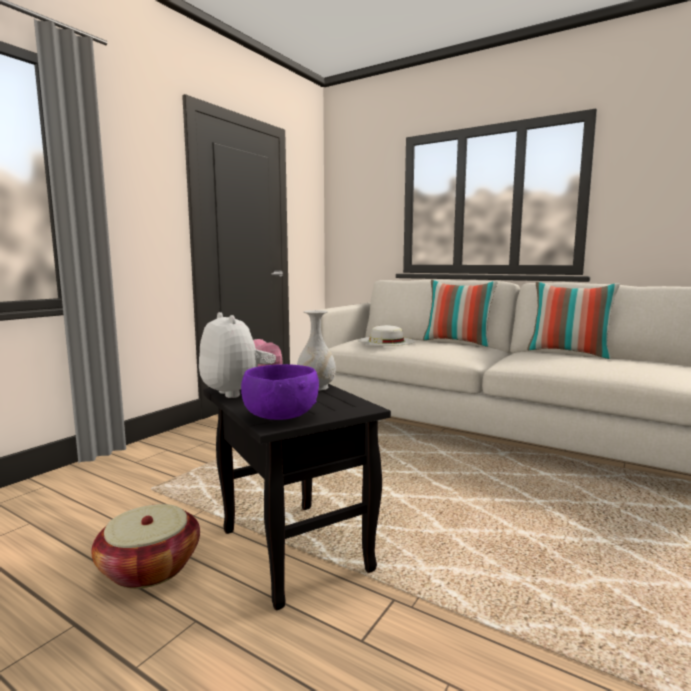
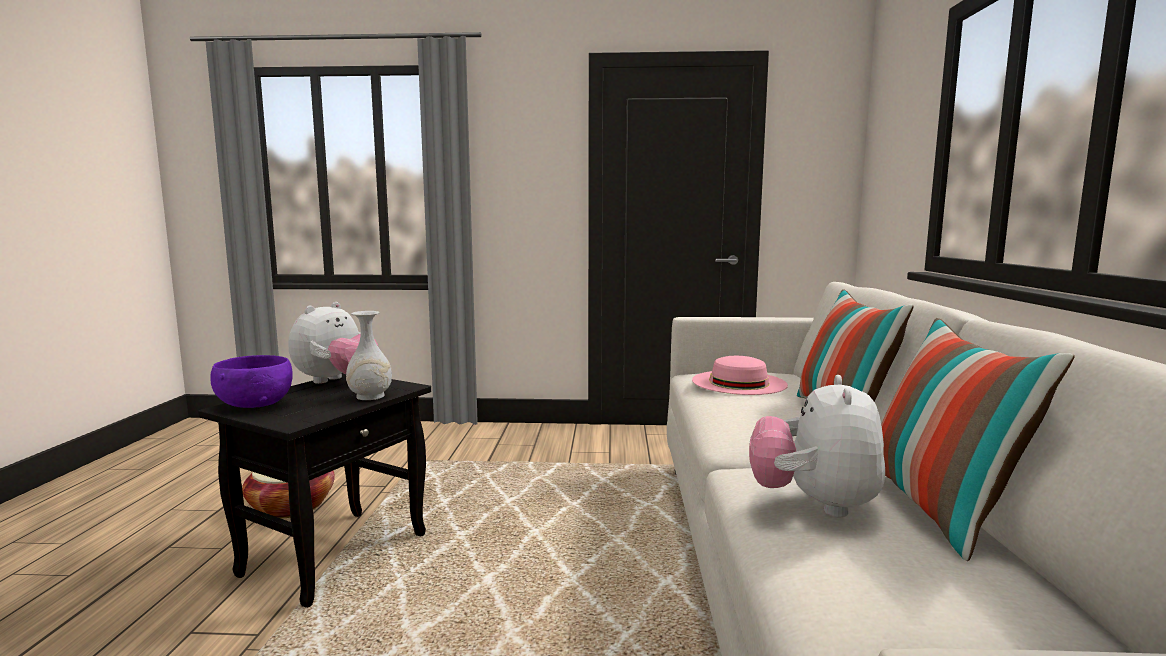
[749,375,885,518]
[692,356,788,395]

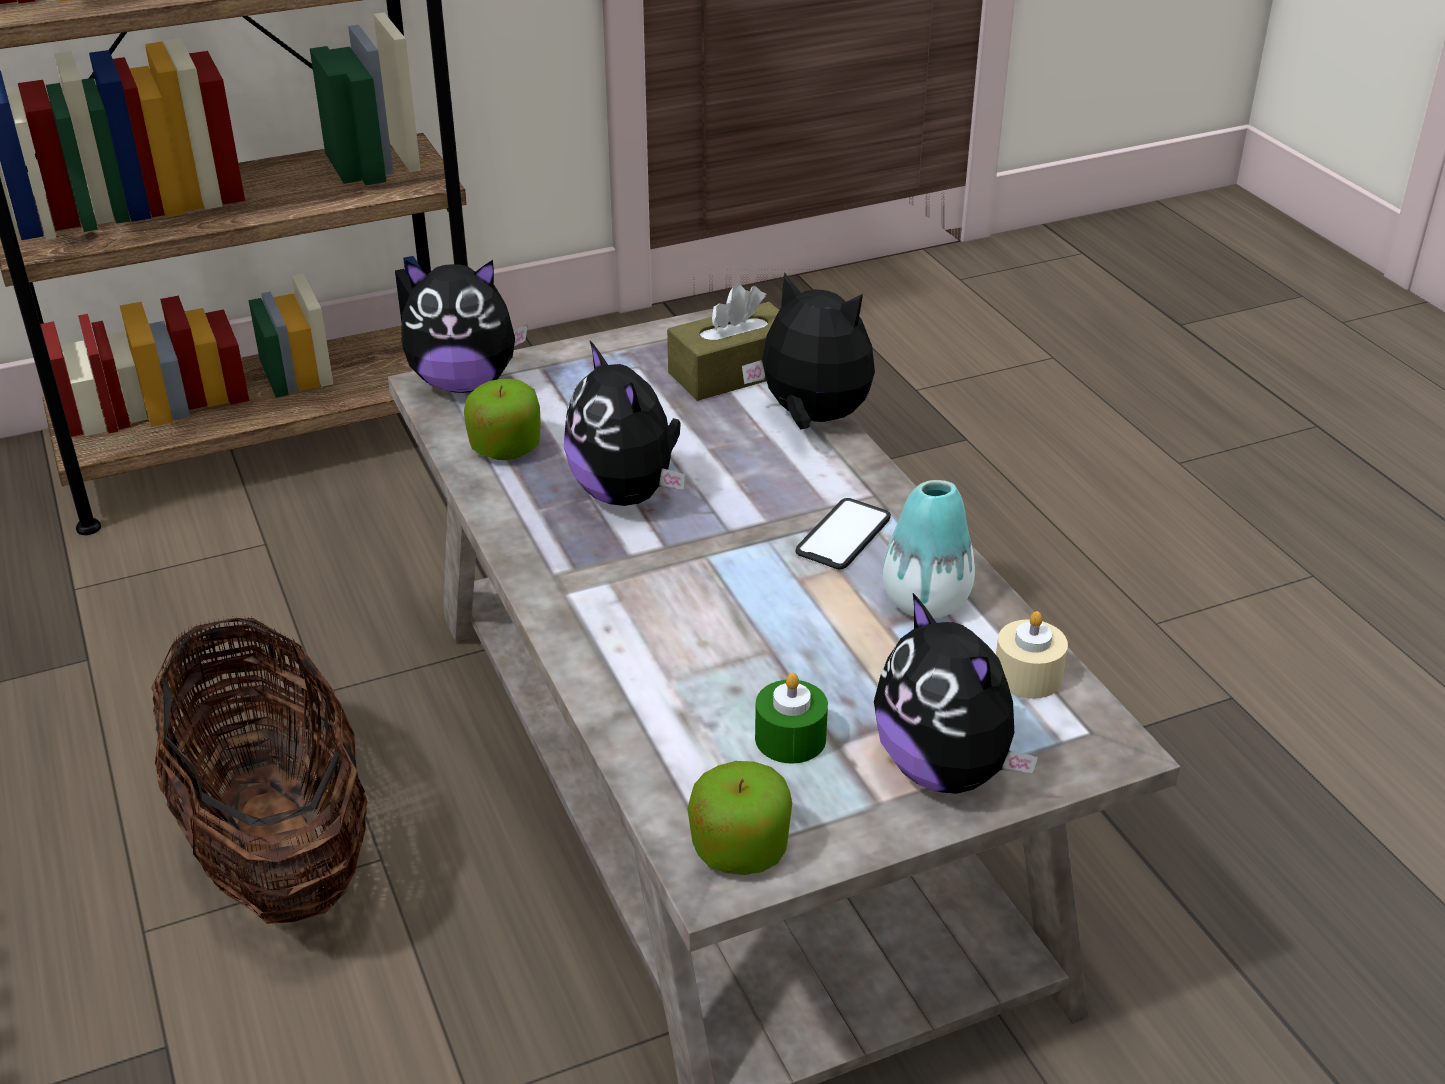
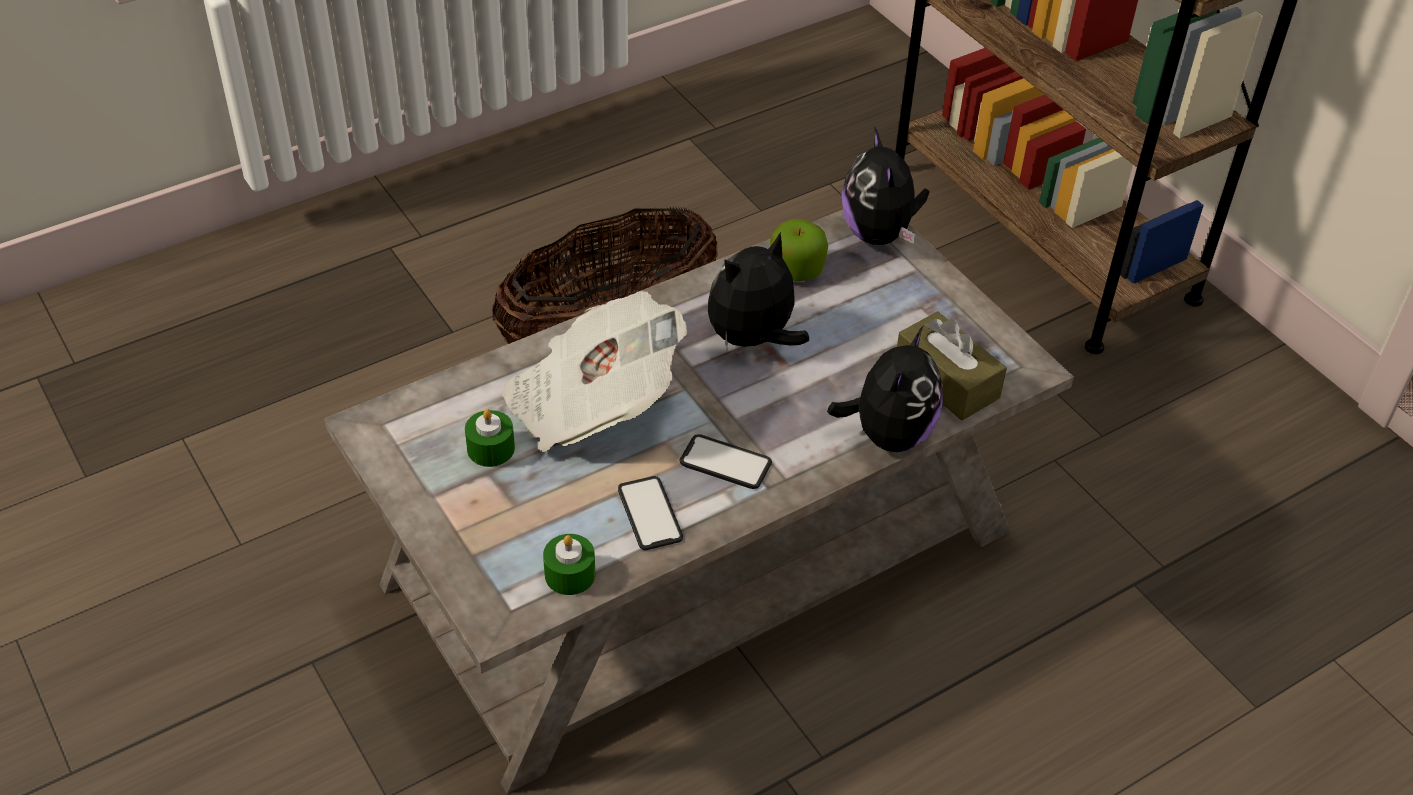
[687,761,792,875] (first image)
[874,593,1038,794] (first image)
[502,291,687,452]
[618,476,683,550]
[543,534,595,595]

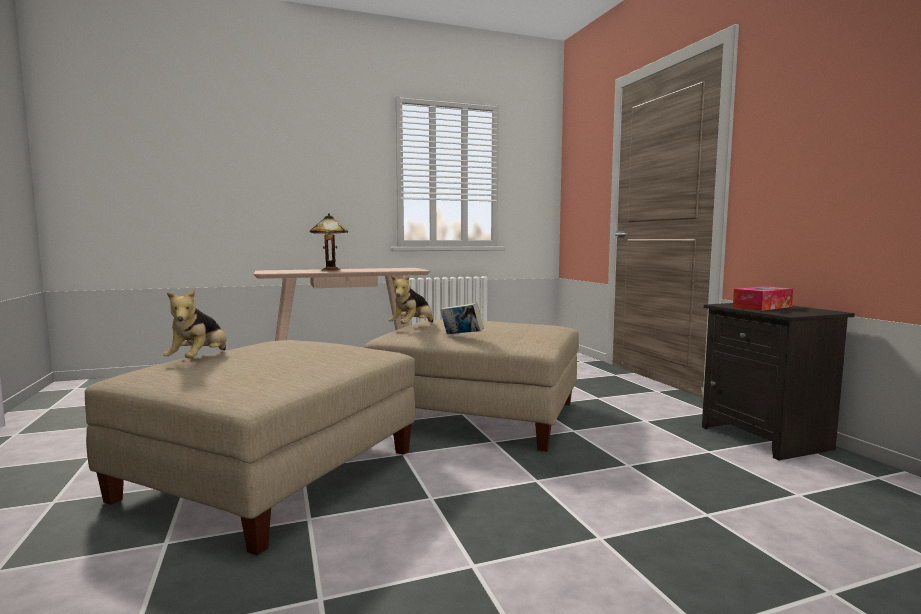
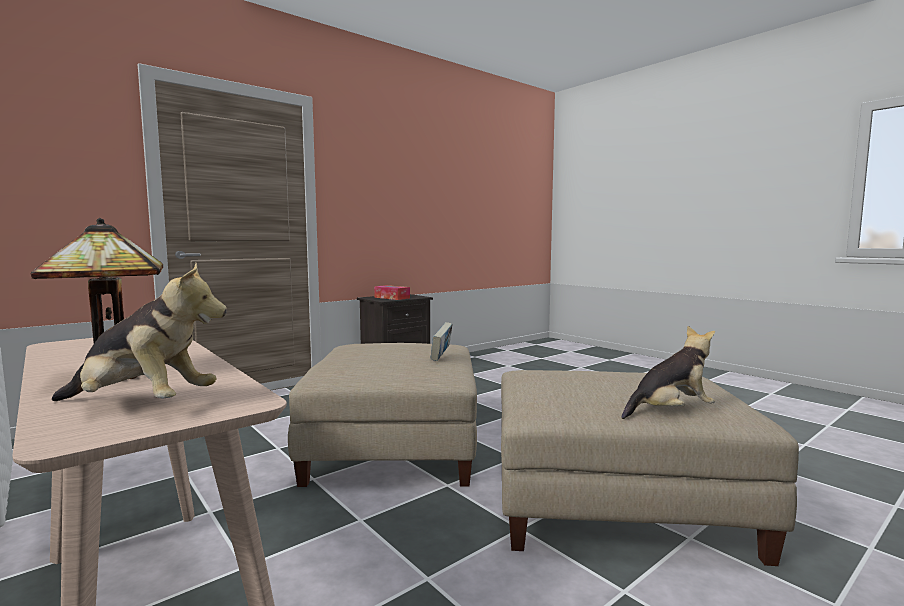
[52,263,227,401]

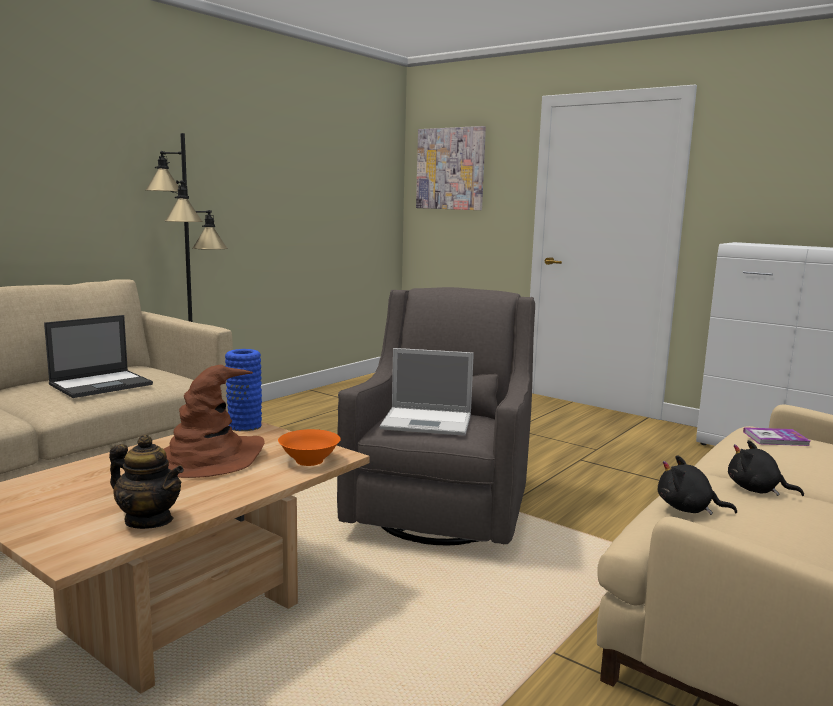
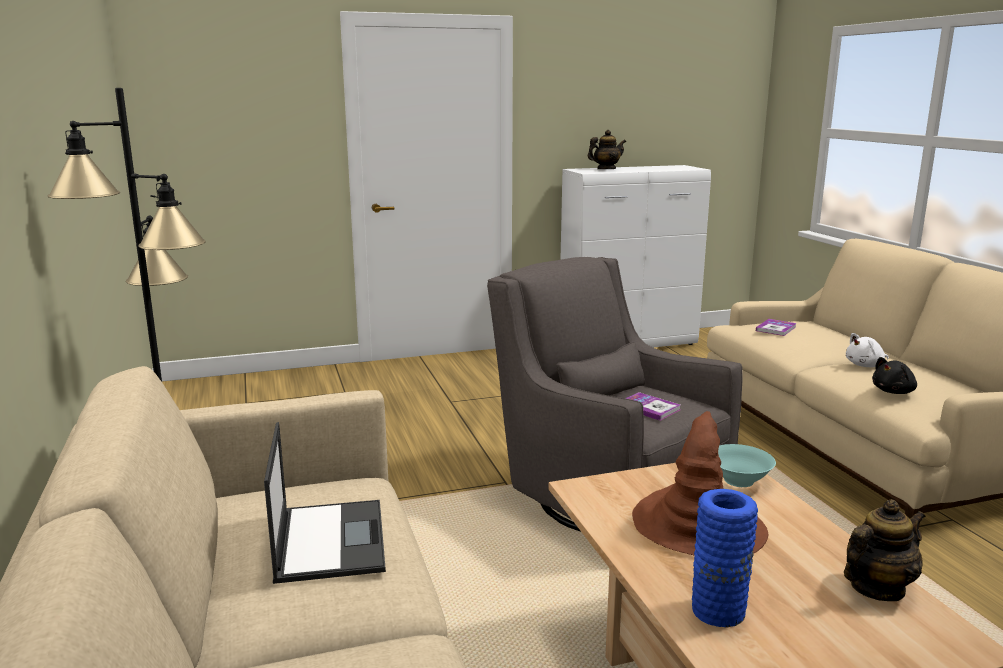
[416,126,486,210] (first image)
[588,130,626,169]
[692,489,758,627]
[625,392,680,421]
[718,444,776,487]
[846,333,889,367]

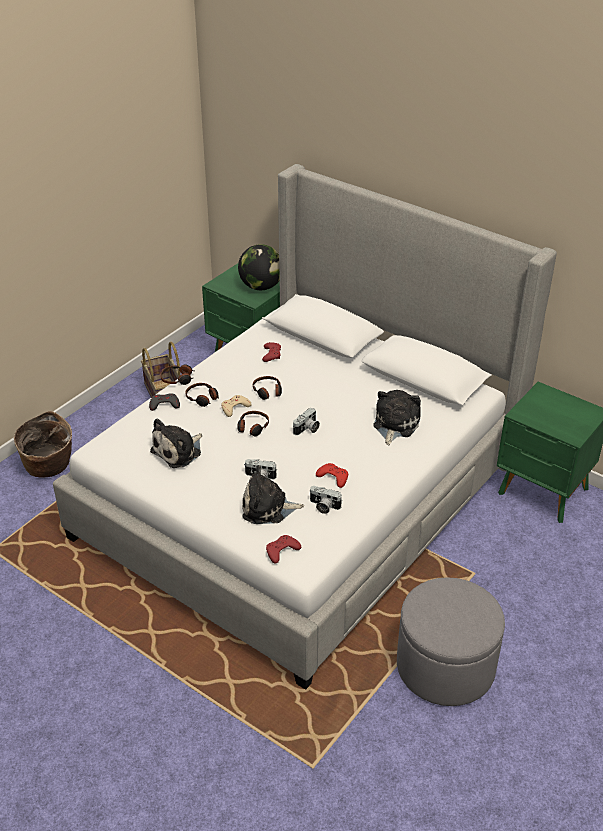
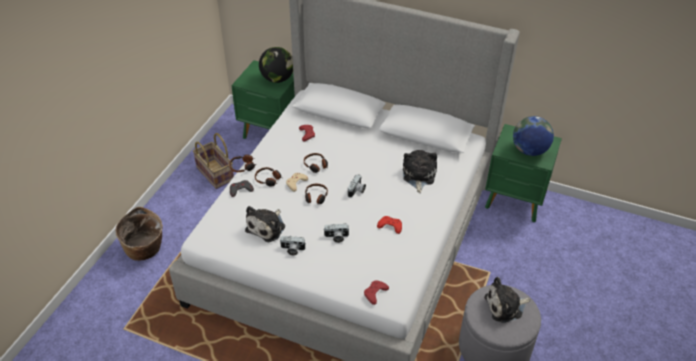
[513,116,554,156]
[484,277,531,323]
[280,236,306,256]

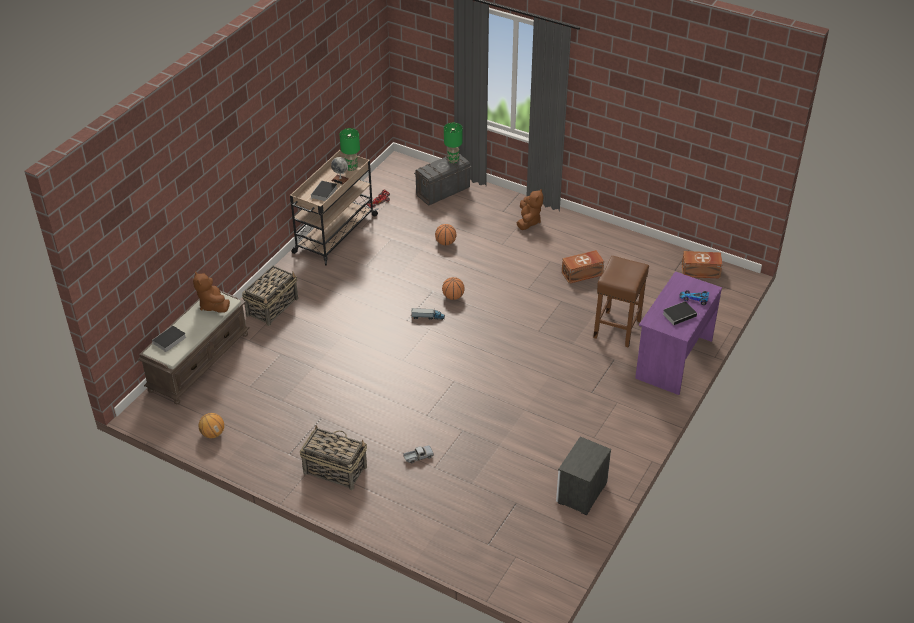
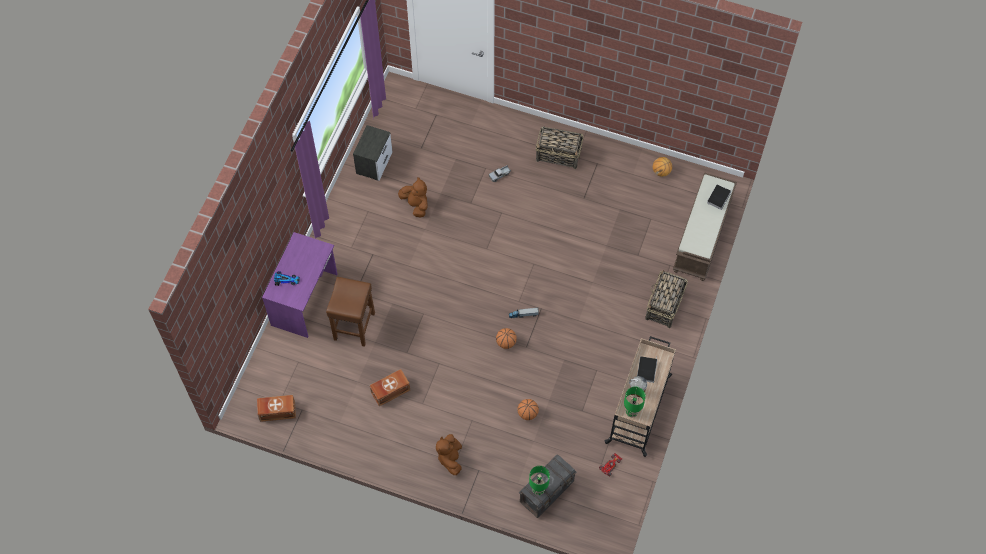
[663,301,700,325] (first image)
[398,177,428,218]

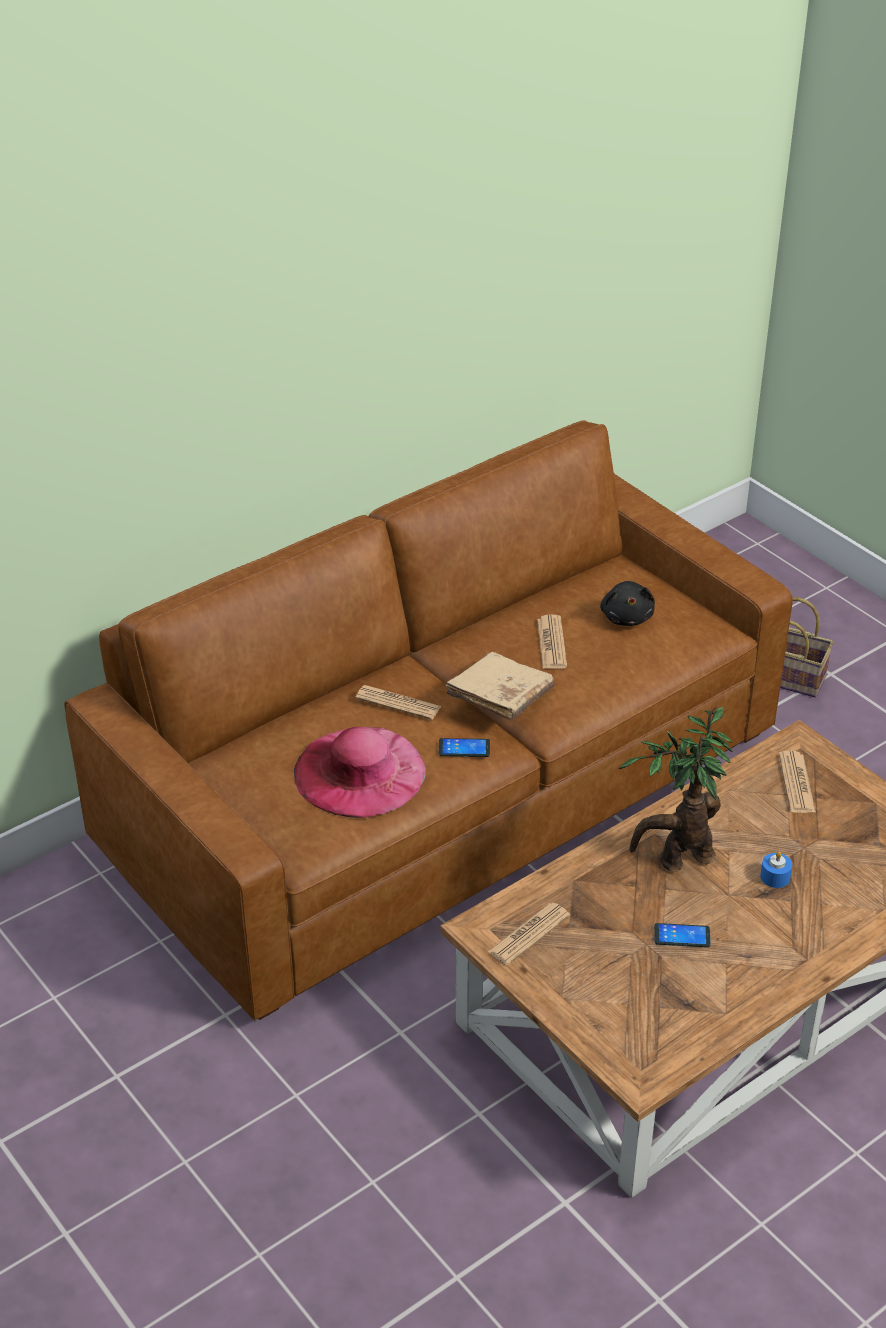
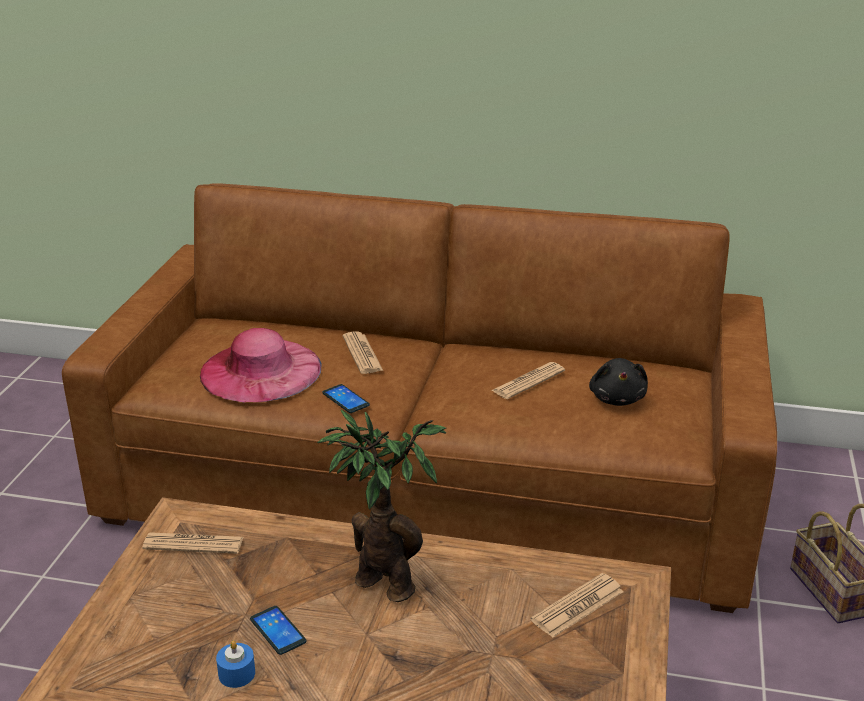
[446,651,555,720] (first image)
[216,641,255,688]
[589,358,648,406]

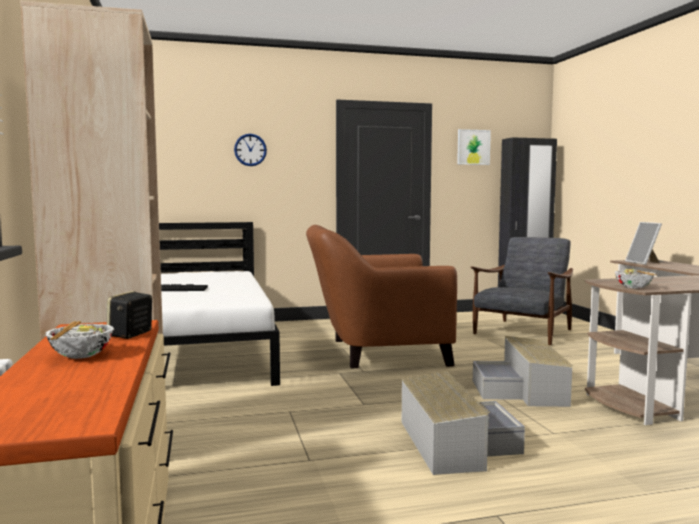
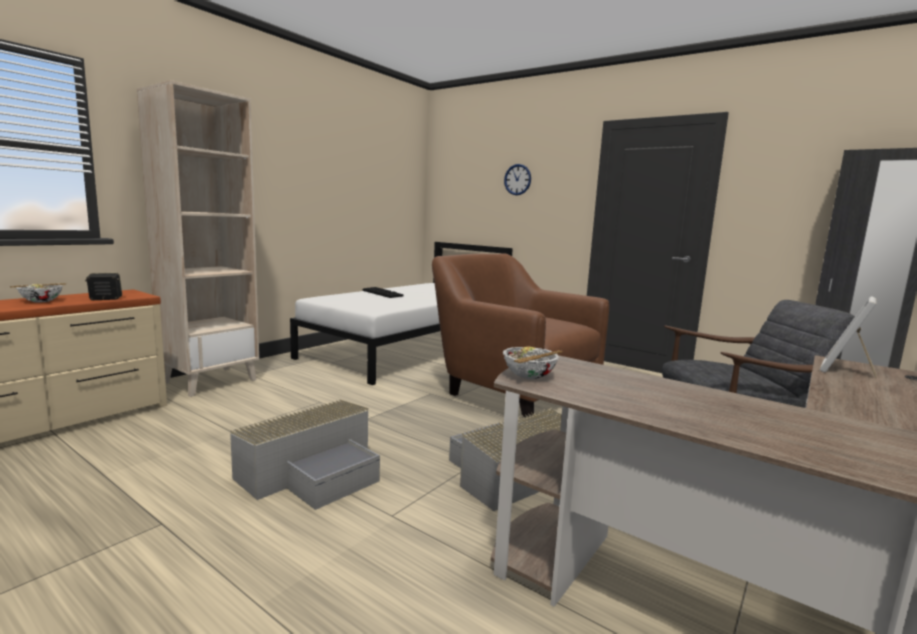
[457,129,491,165] (first image)

